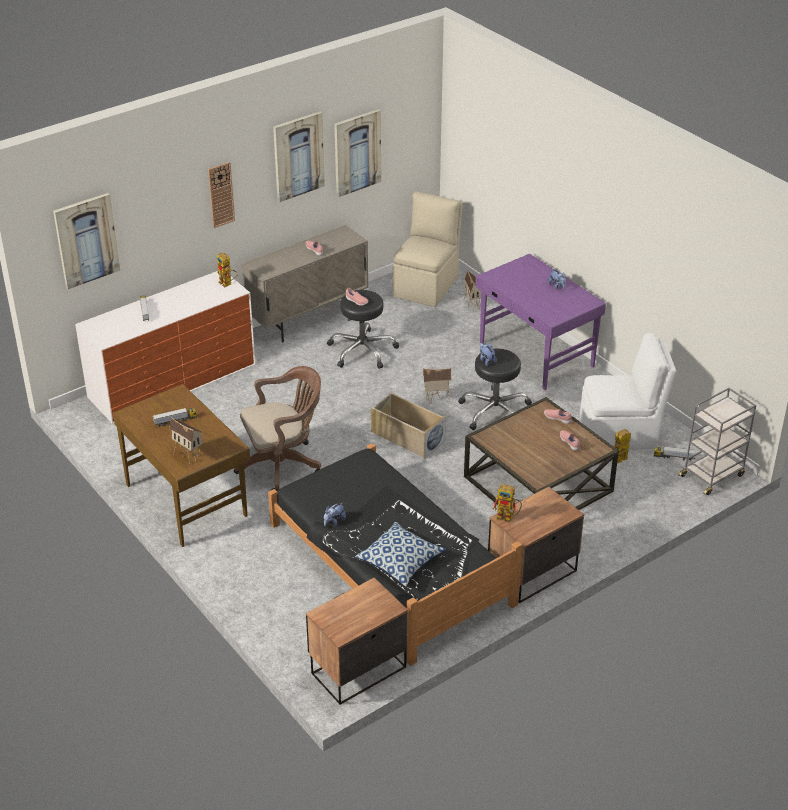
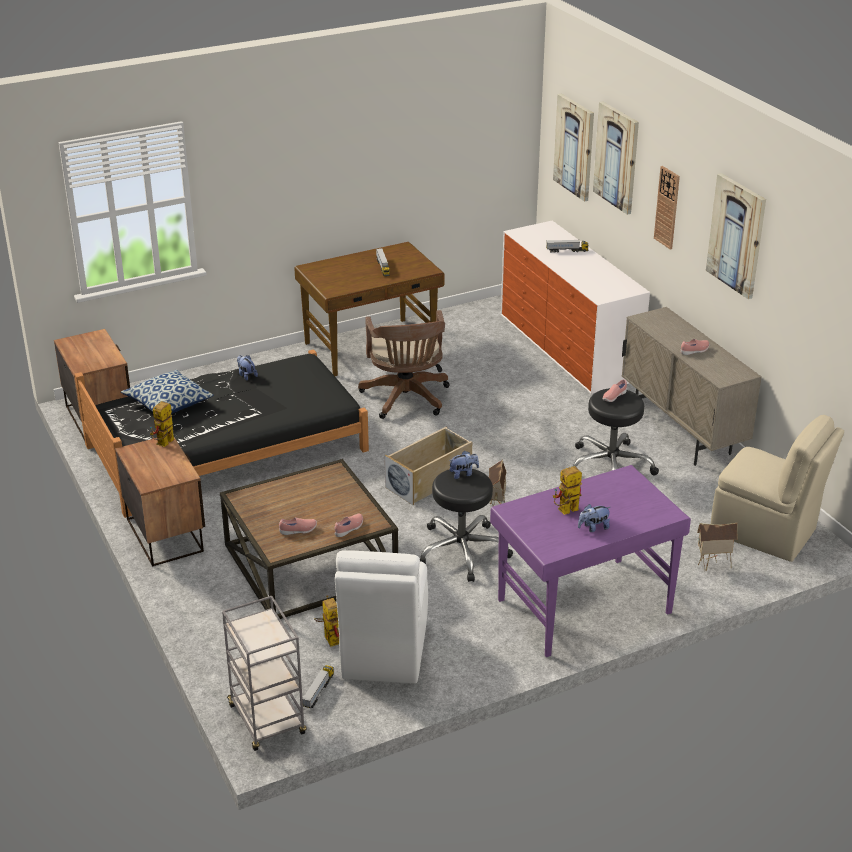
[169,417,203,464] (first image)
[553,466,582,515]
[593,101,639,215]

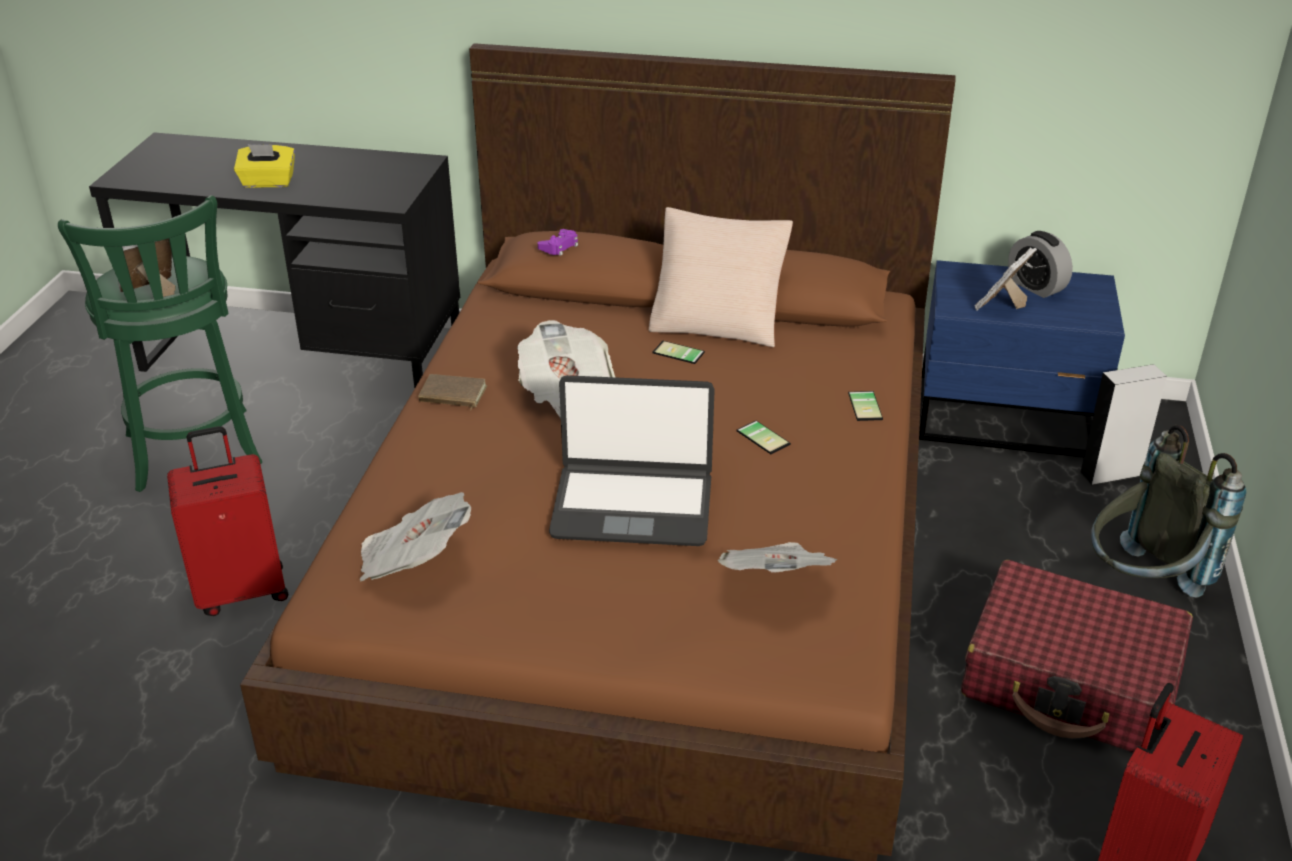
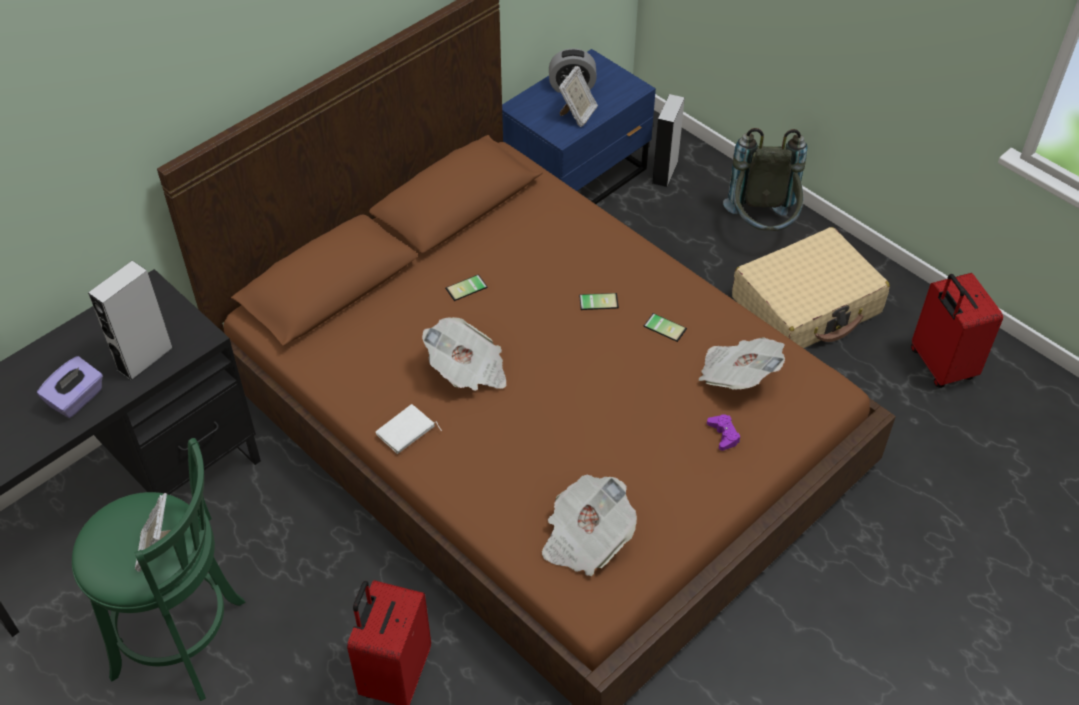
[549,375,715,546] (first image)
[649,207,793,347] (first image)
[88,261,174,381]
[707,414,740,451]
[643,313,687,342]
[37,356,103,418]
[376,404,442,454]
[732,227,890,348]
[559,66,598,127]

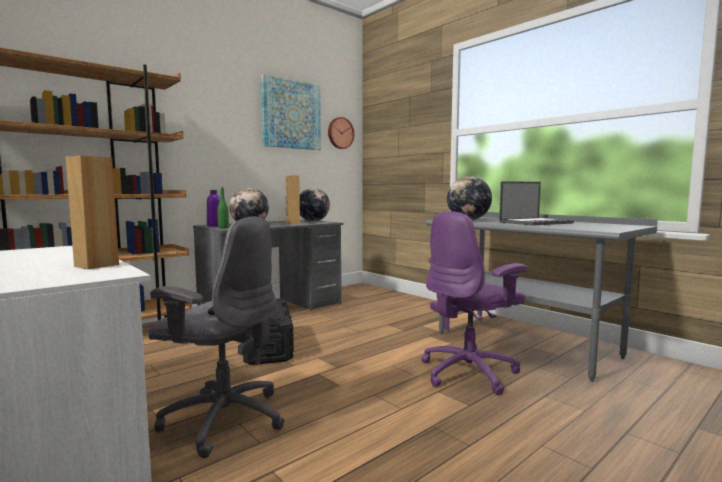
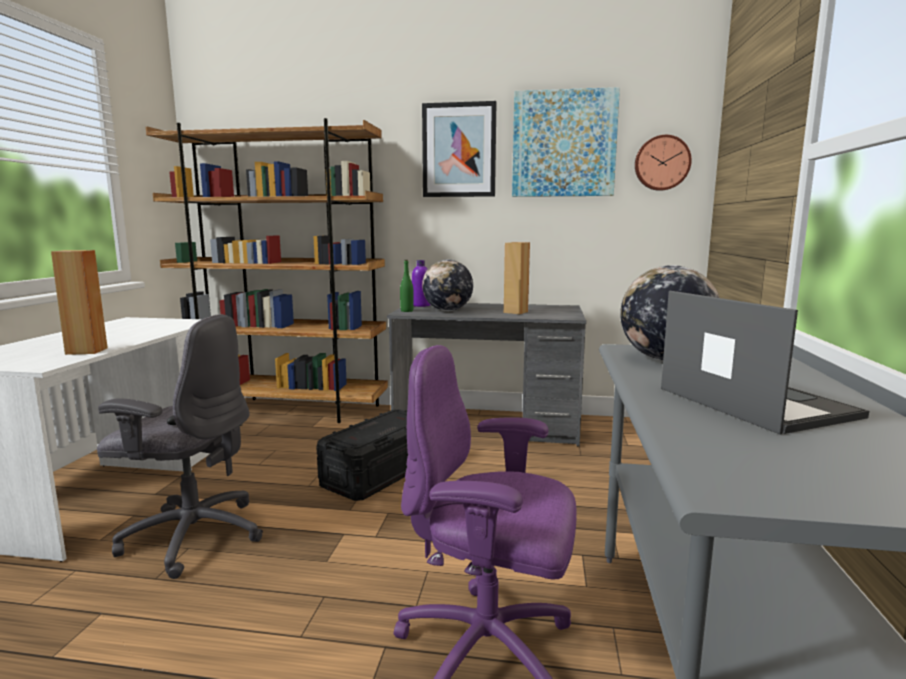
[300,188,330,222] (first image)
[422,101,496,197]
[97,314,263,579]
[661,291,869,435]

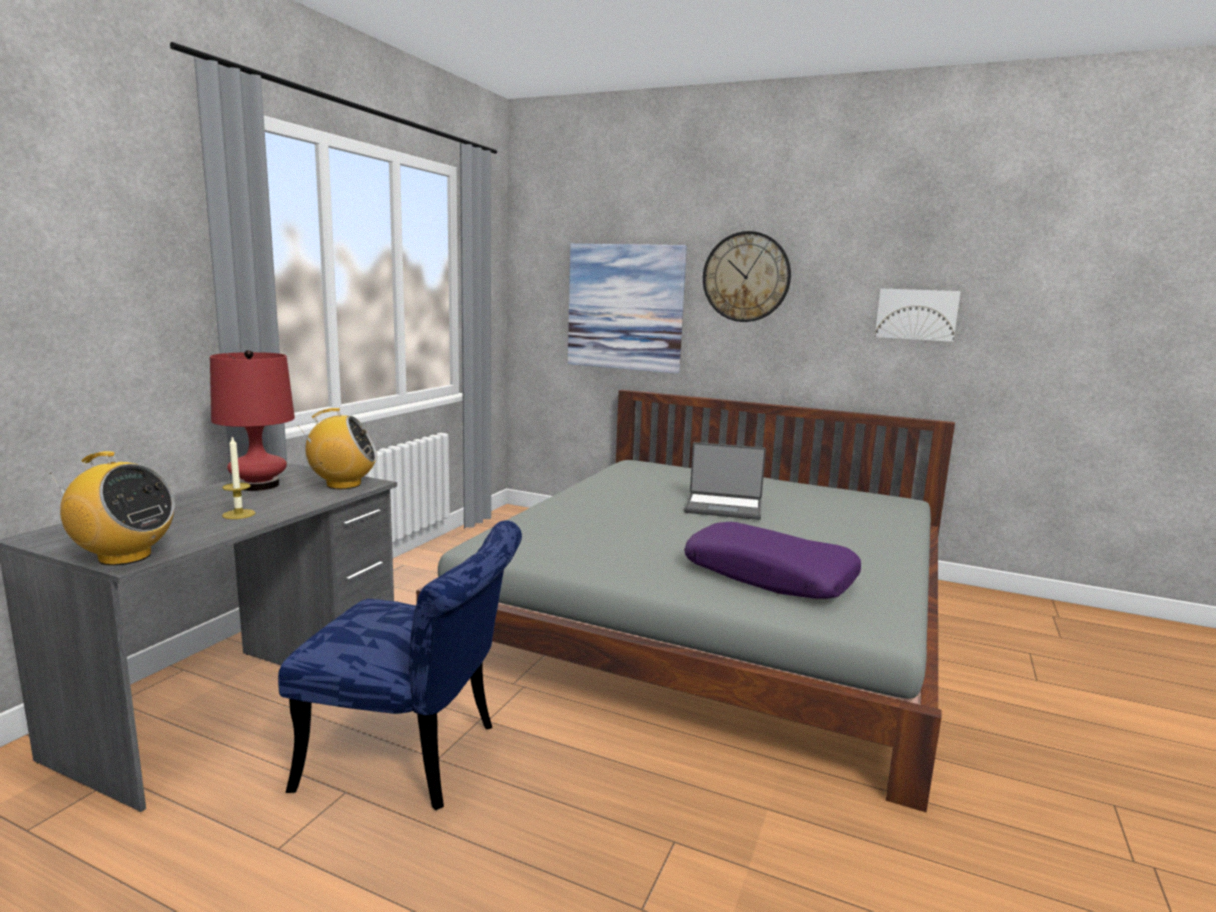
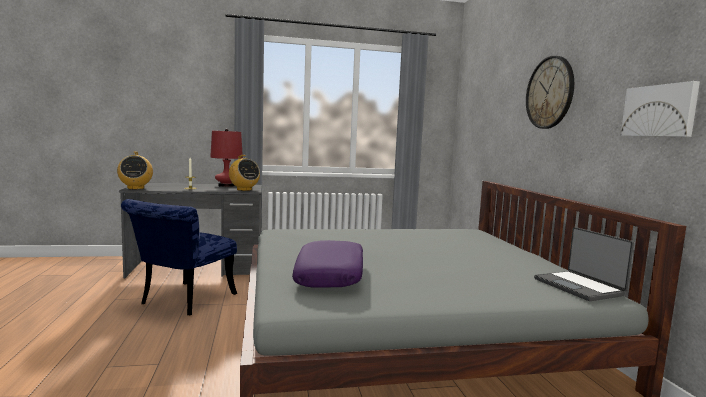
[568,244,687,374] (first image)
[534,227,634,301]
[121,199,237,315]

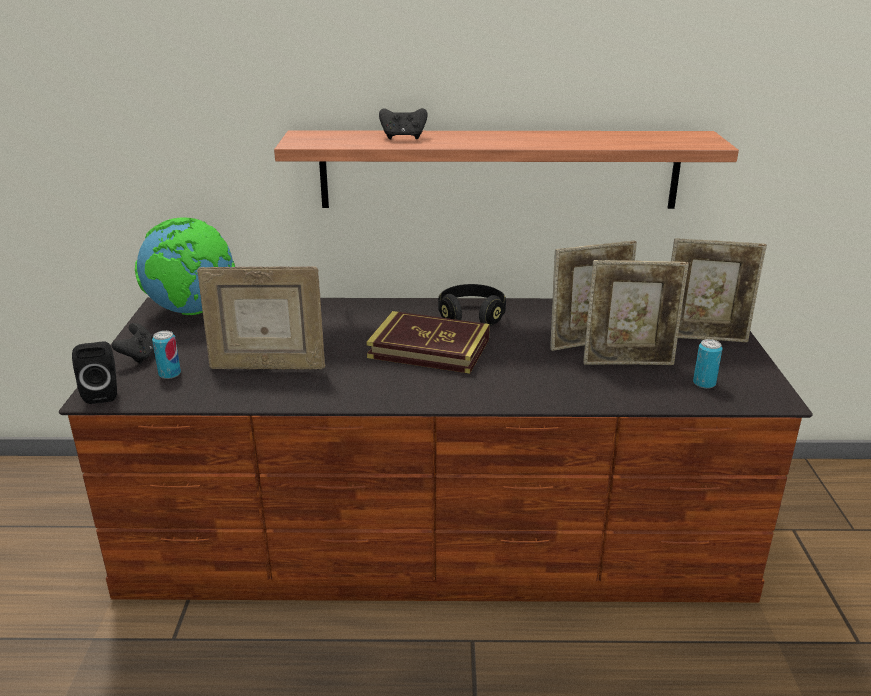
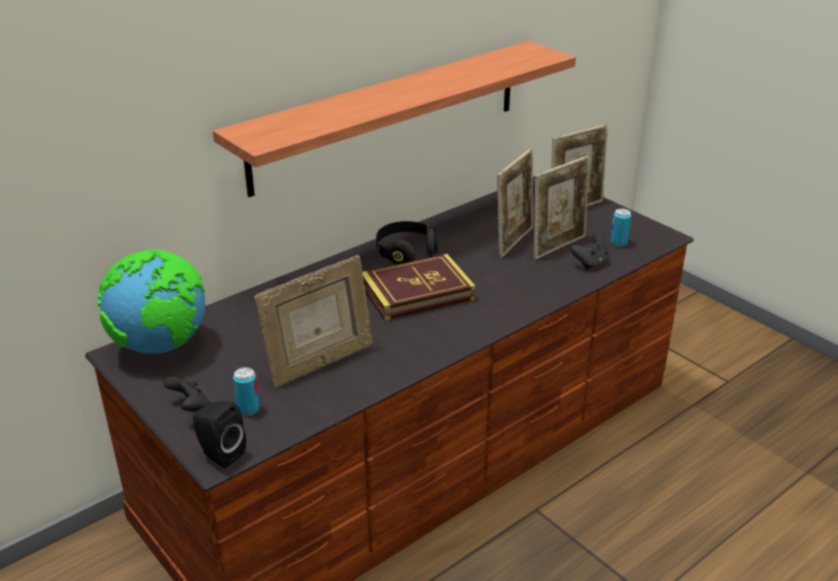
[570,234,609,270]

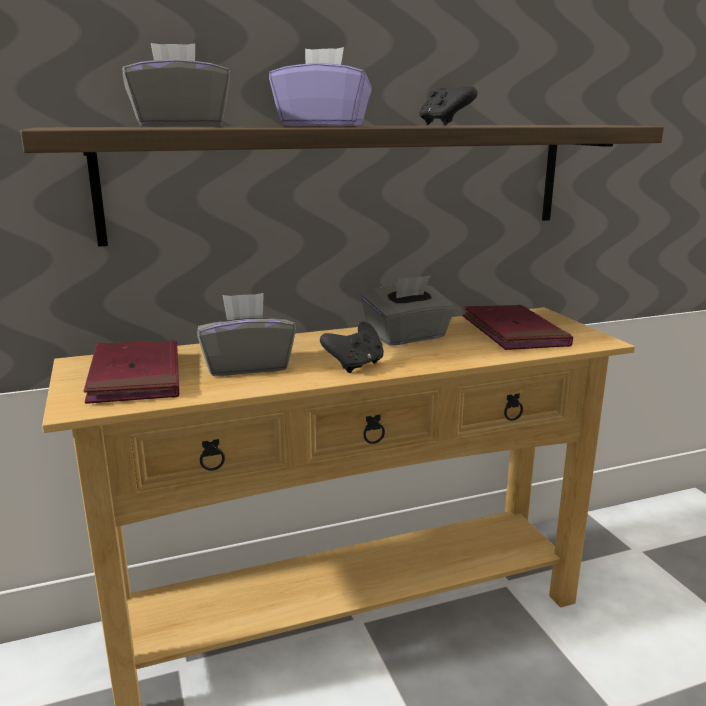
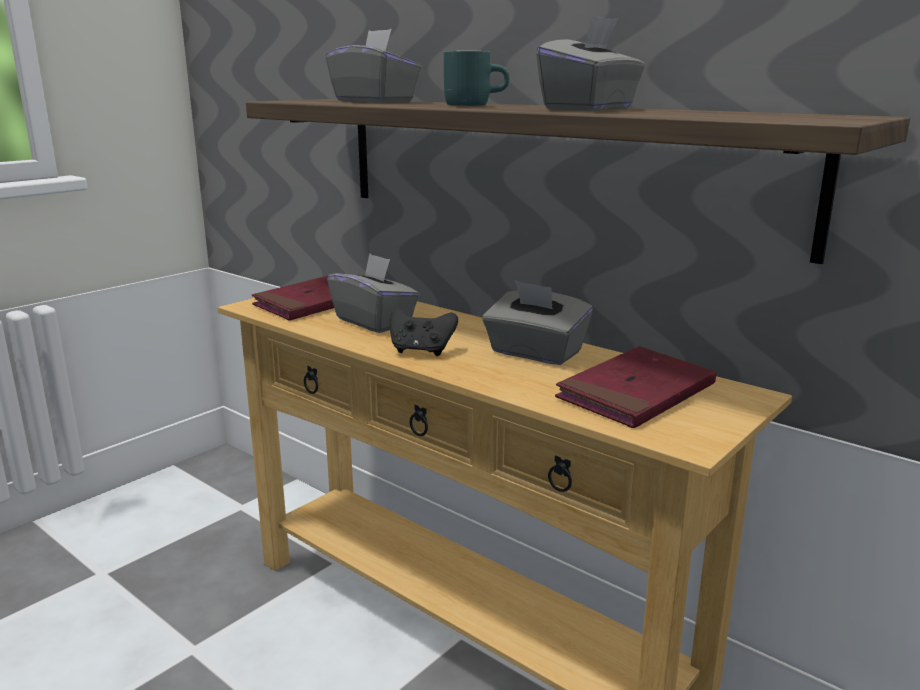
[444,51,509,106]
[536,16,645,111]

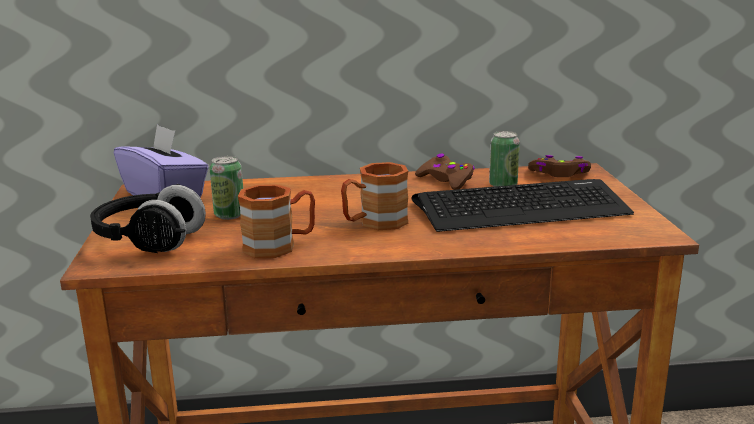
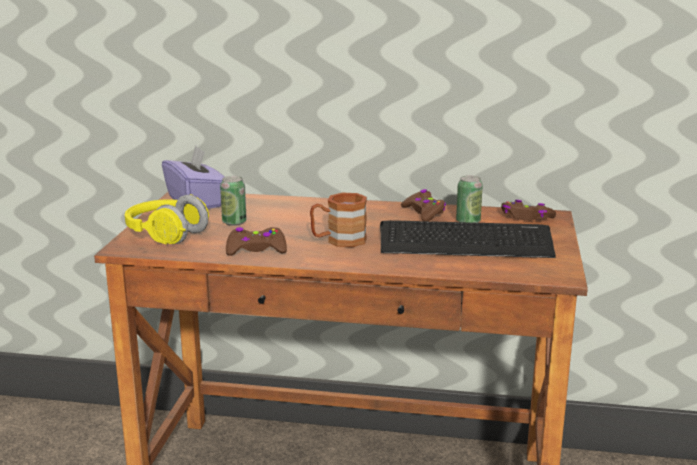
[226,227,287,256]
[125,194,209,245]

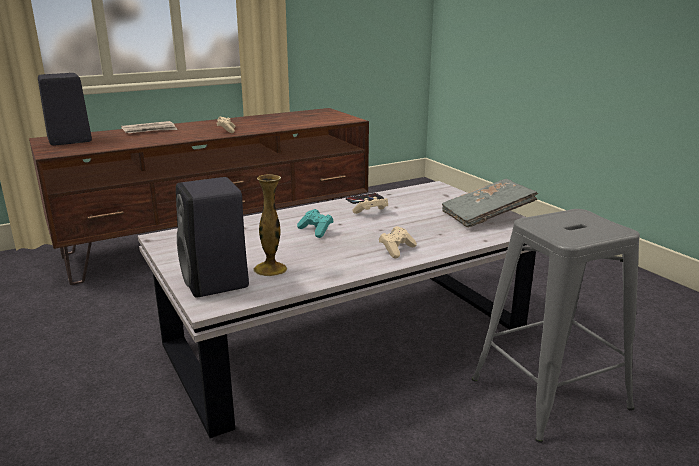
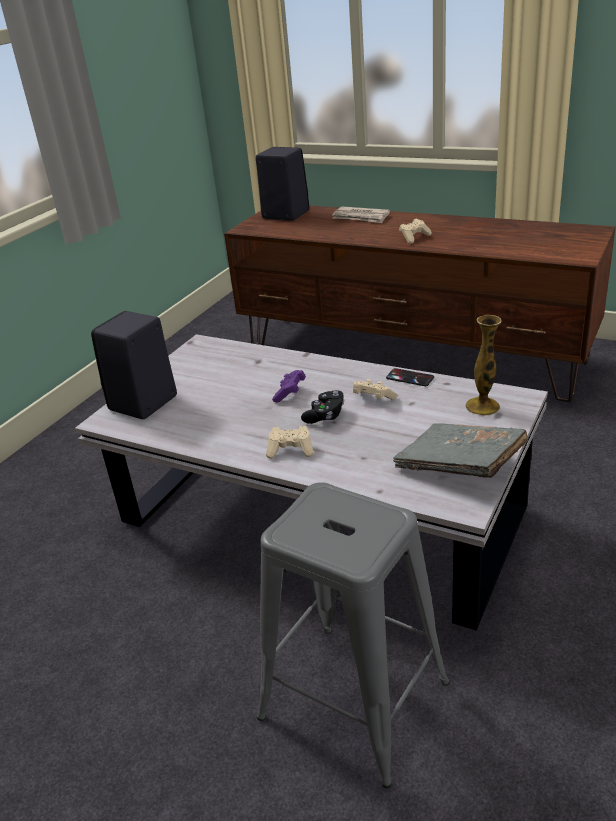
[301,390,345,424]
[465,315,502,416]
[272,370,306,403]

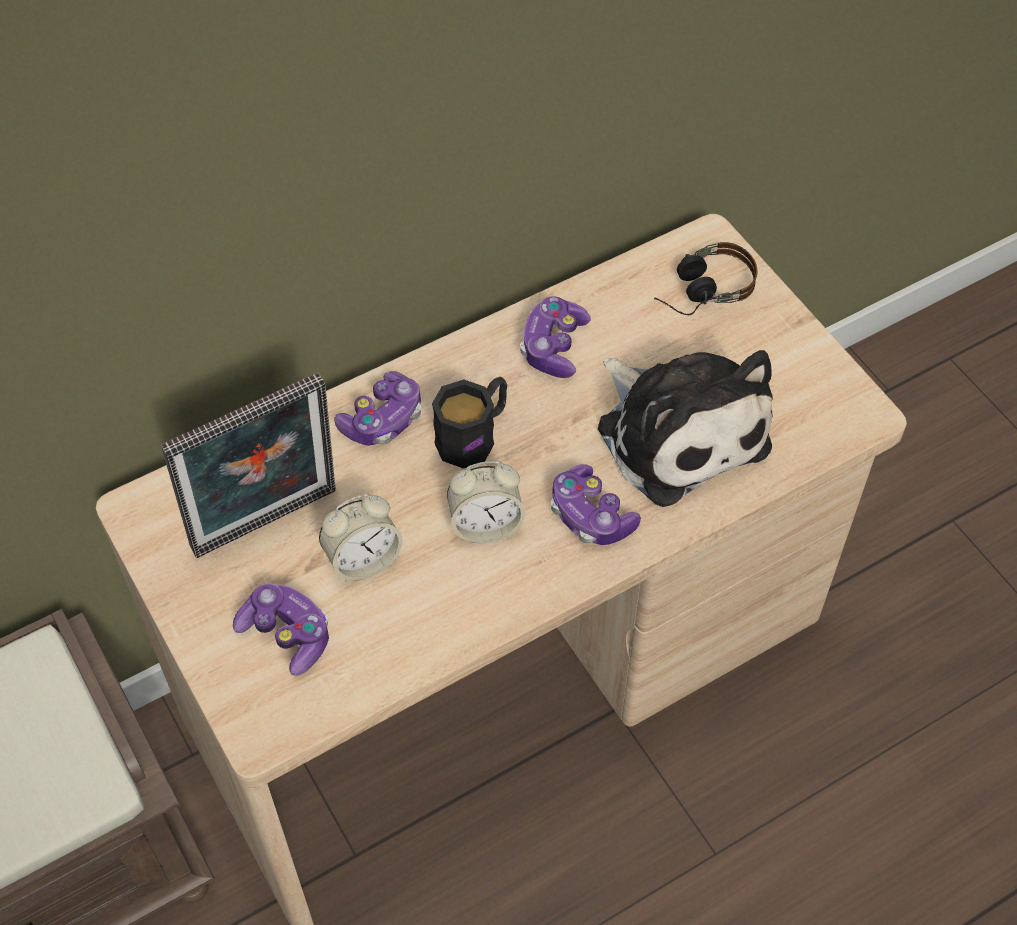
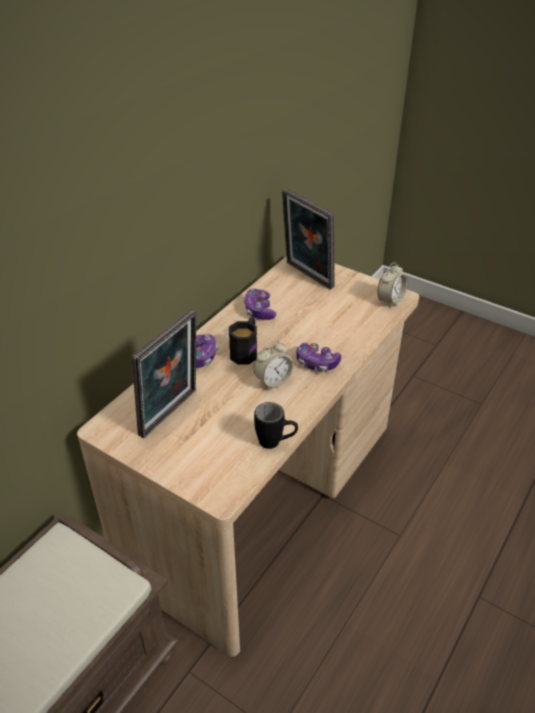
[233,583,329,676] (first image)
[598,350,773,507] (first image)
[254,402,298,449]
[377,262,407,308]
[282,188,335,289]

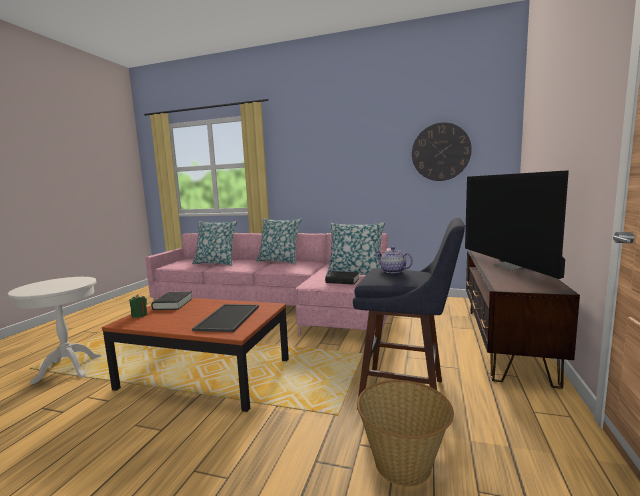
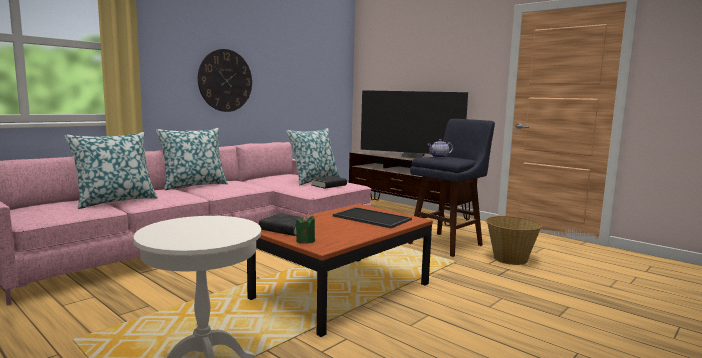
[198,49,252,112]

